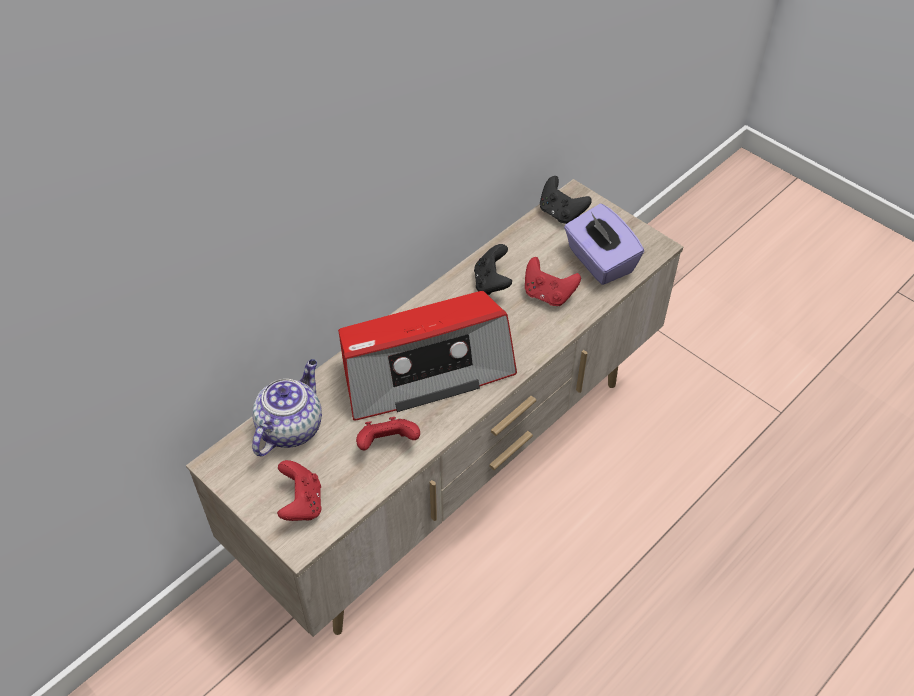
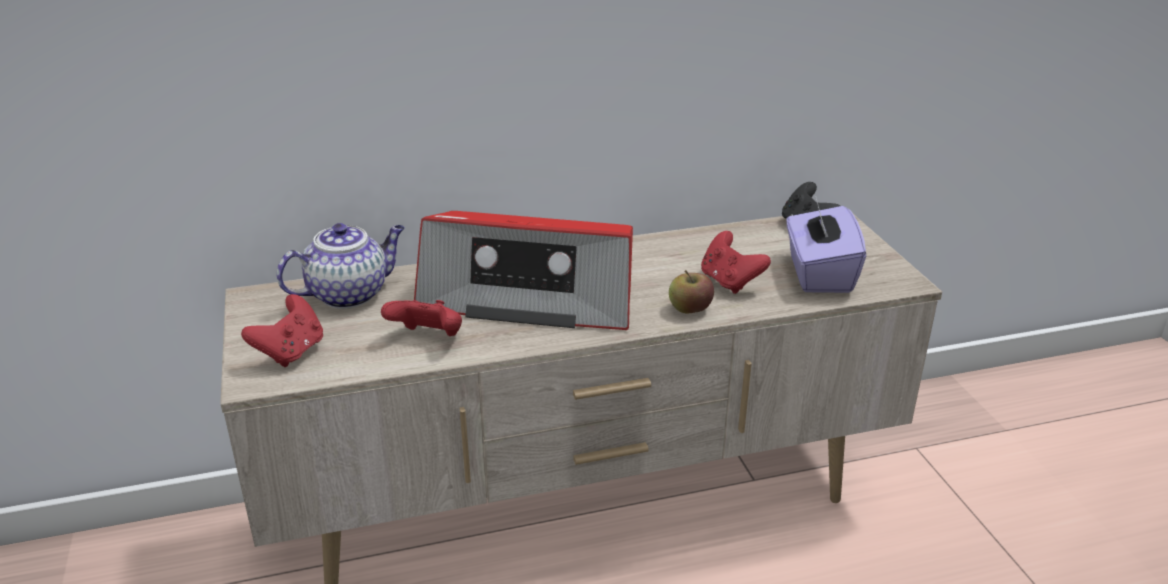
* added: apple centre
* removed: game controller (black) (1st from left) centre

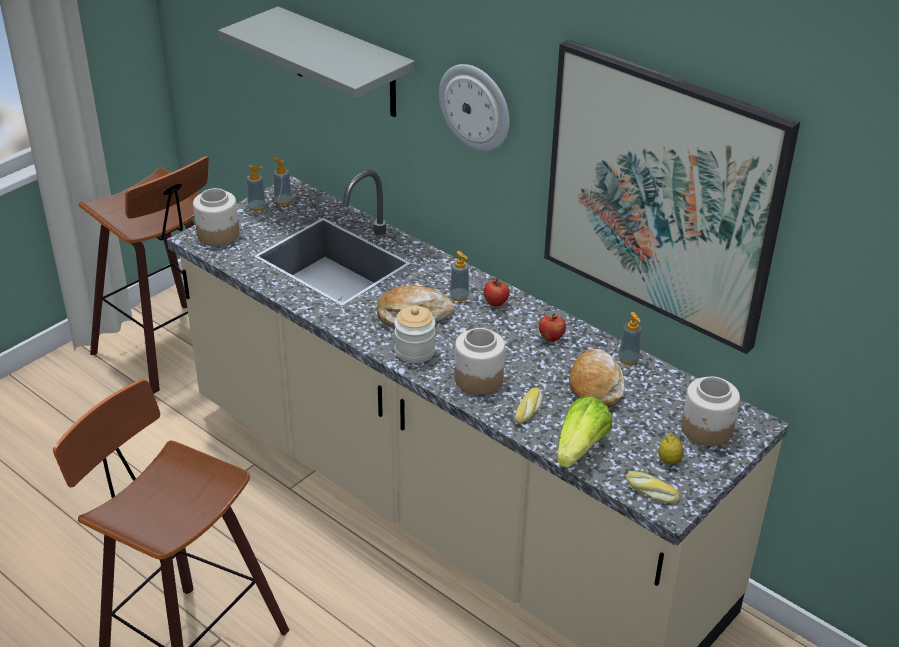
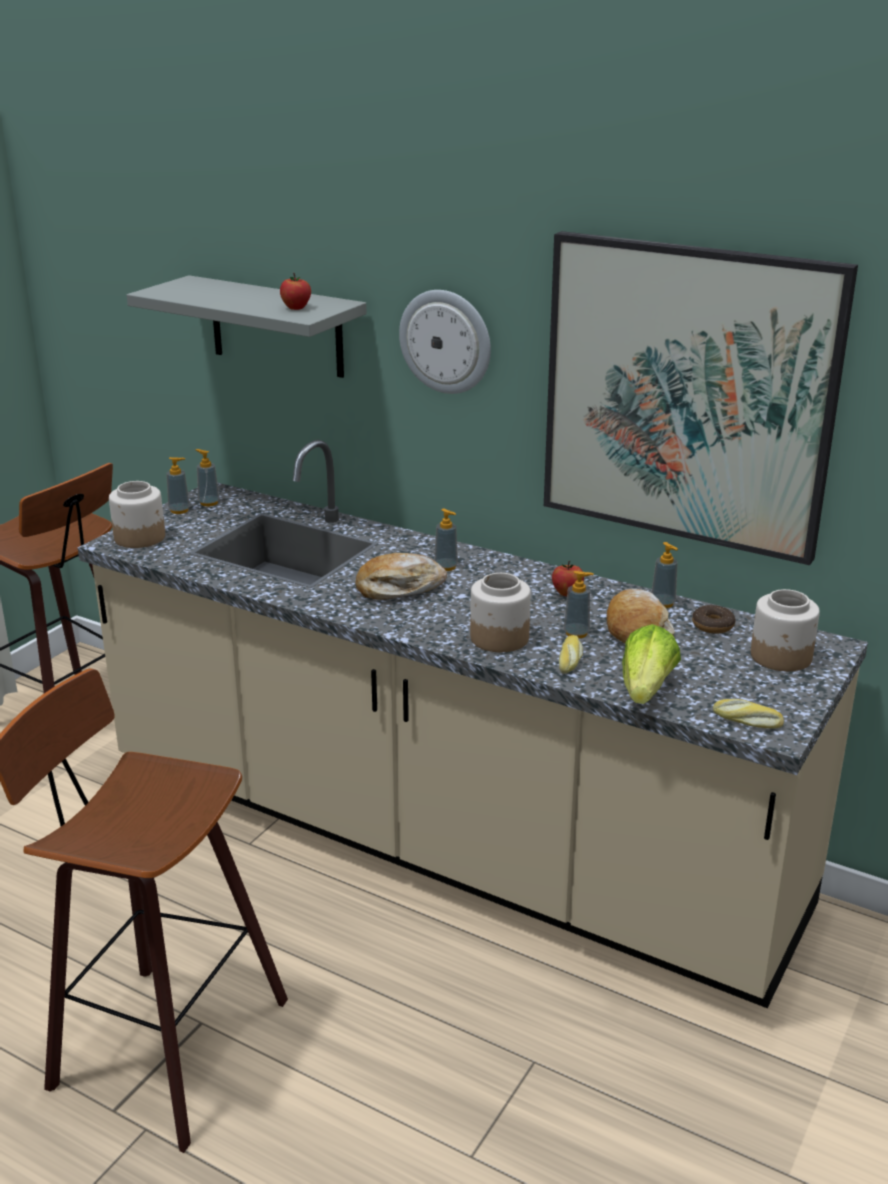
* moved: apple (1st from left) centre to top left
* added: soap dispenser (4th from left) centre
* added: donut middle right
* removed: jar (2nd from left) centre
* removed: lemon bottom right

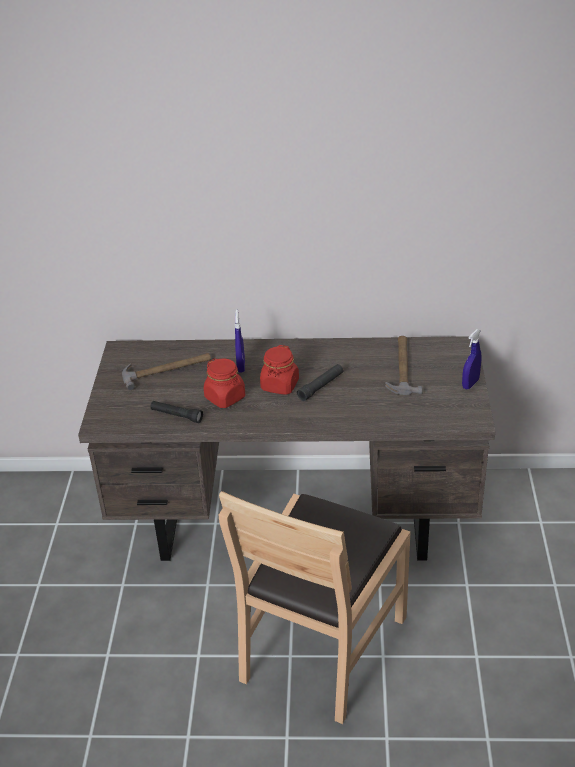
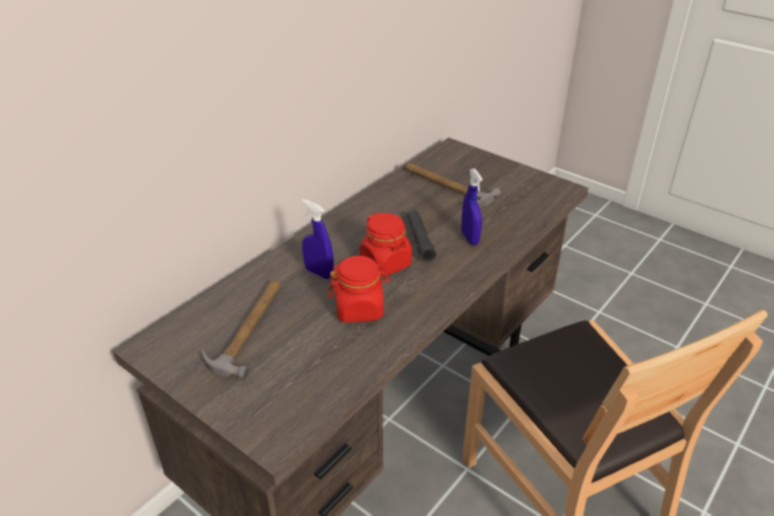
* moved: spray bottle (blue) (2nd from left) middle right to centre
* removed: flashlight (black) (1st from left) middle left

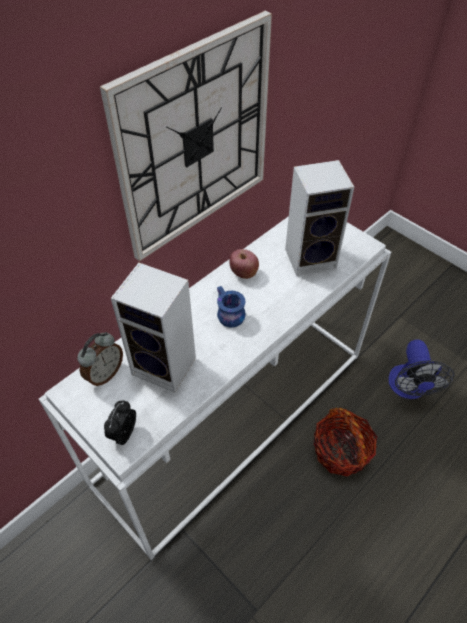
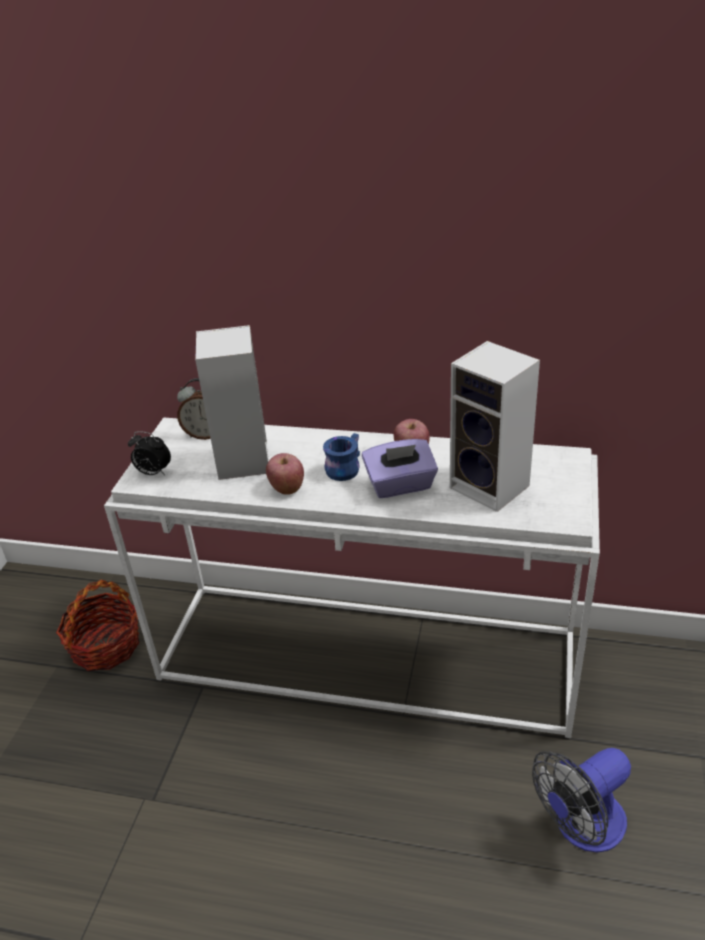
* moved: basket bottom right to middle left
* turned: alarm clock (2nd from left in the first image) bottom left = middle left 150 degrees counterclockwise
* added: apple (1st from left) centre
* added: tissue box (purple) centre
* removed: wall clock top centre

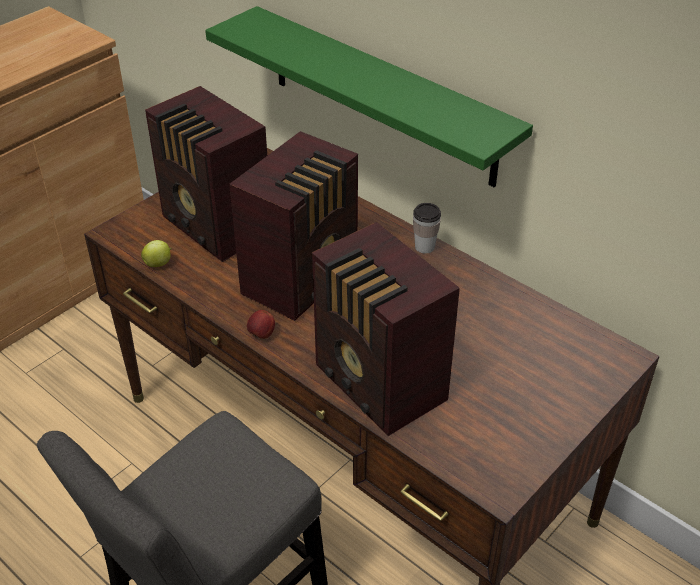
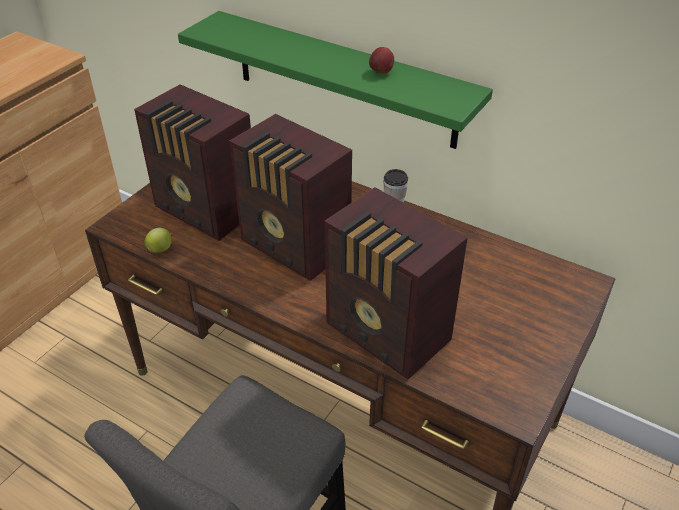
* turned: radio (2nd from left) centre = centre 105 degrees clockwise
* moved: apple (2nd from left) centre to top centre

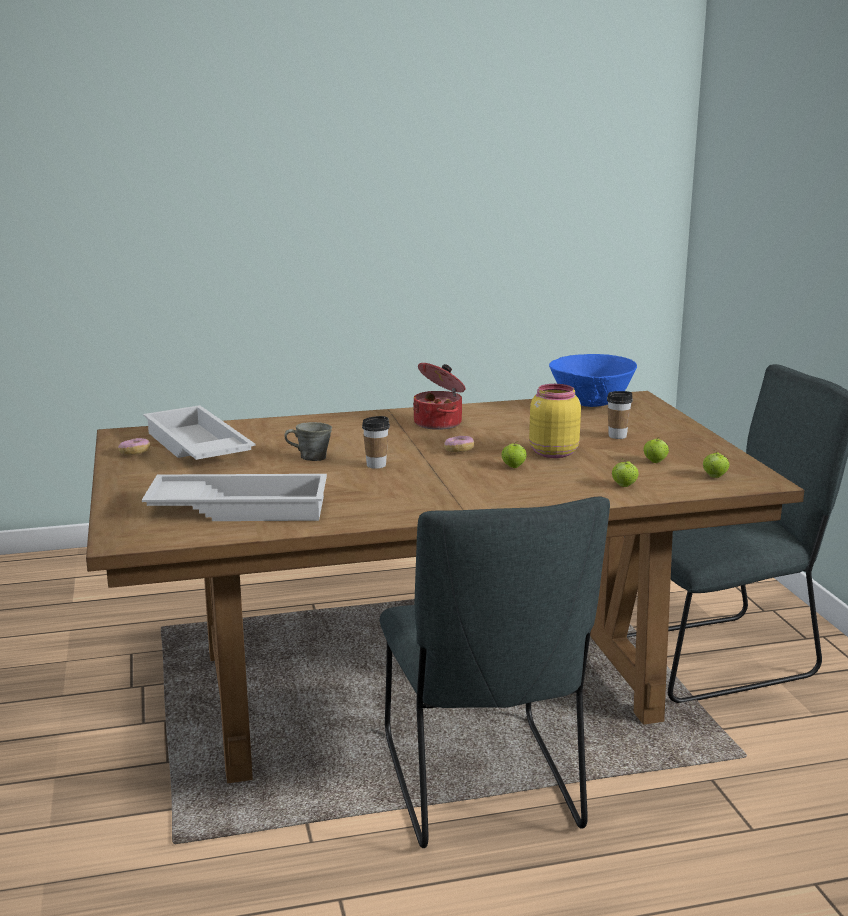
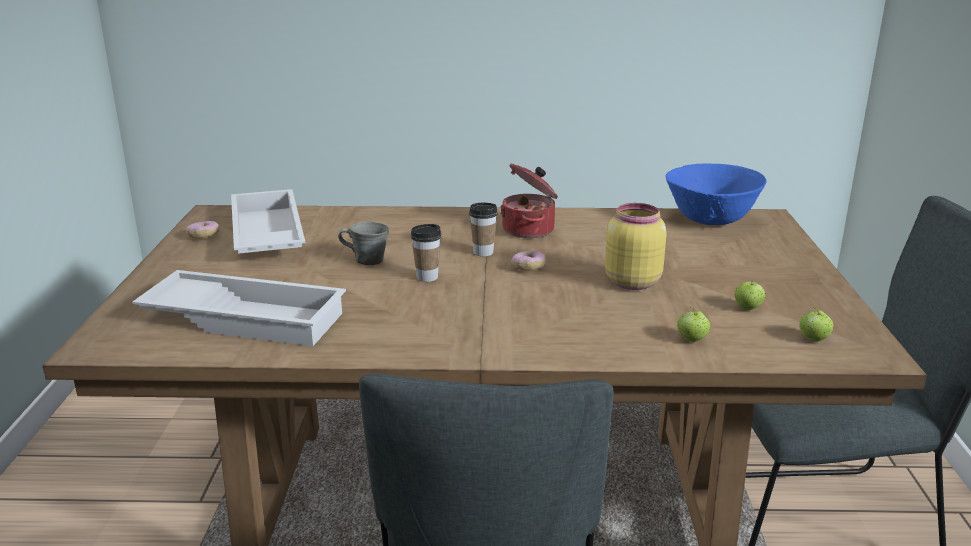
* moved: cup (2nd from left) middle right to centre
* removed: apple (1st from left) centre

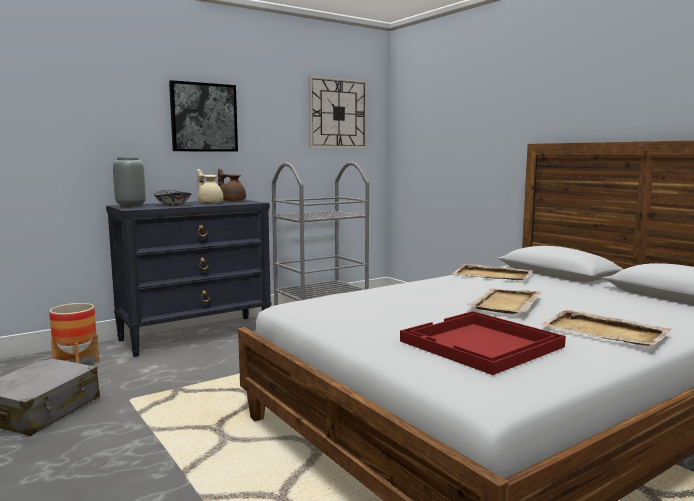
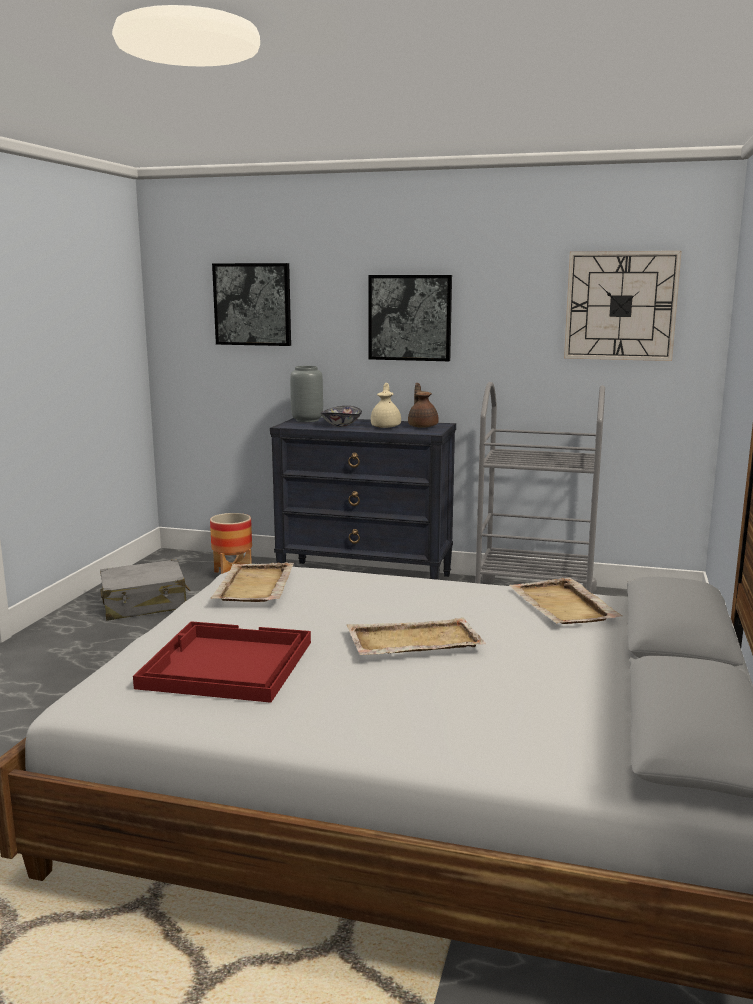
* moved: tray (beige) (3rd from left in the first image) middle right to tray (beige) (1st from left) centre
* added: picture (1st from left) top centre

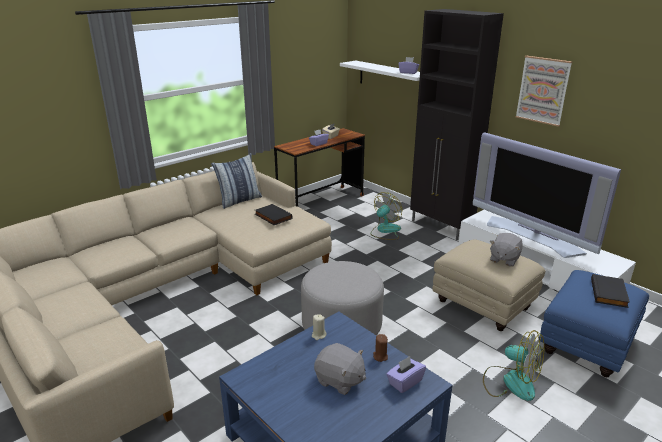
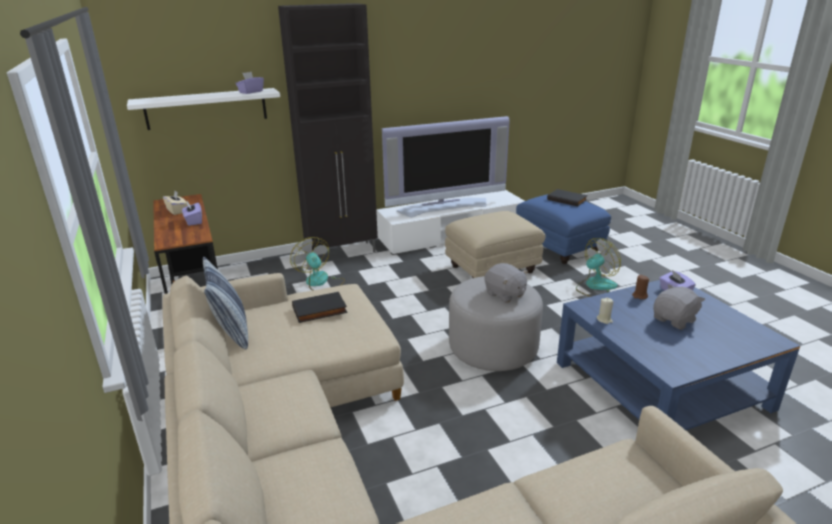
* moved: plush toy (grey) (2nd from left in the first image) middle right to plush toy (grey) (1st from left) centre
* removed: picture top right

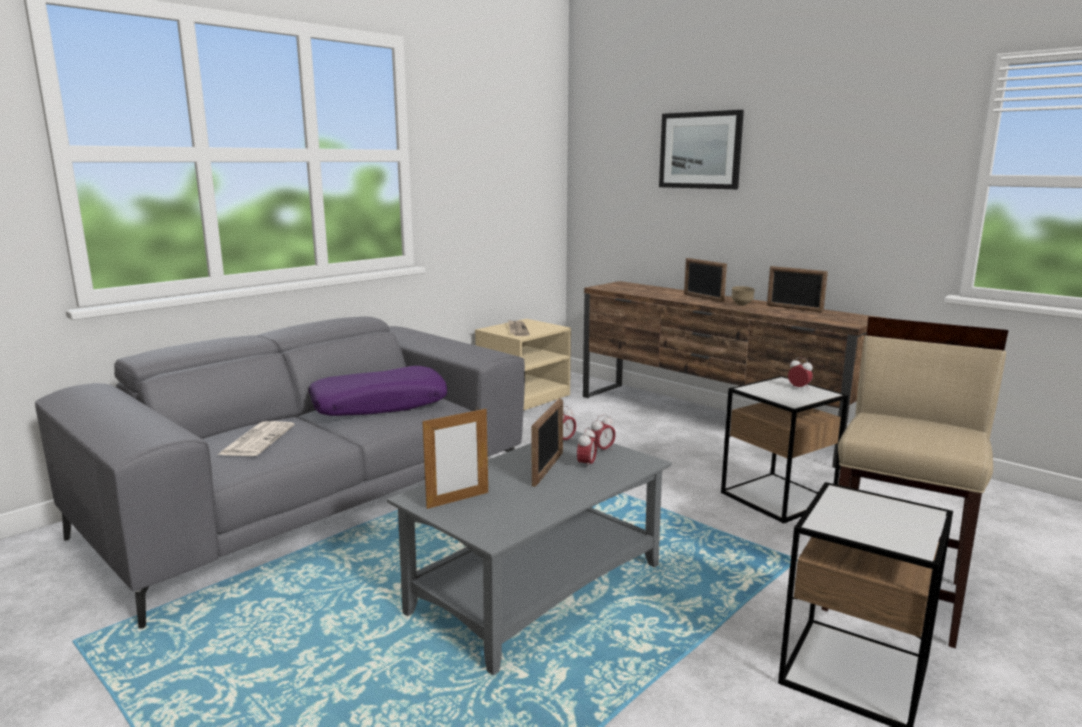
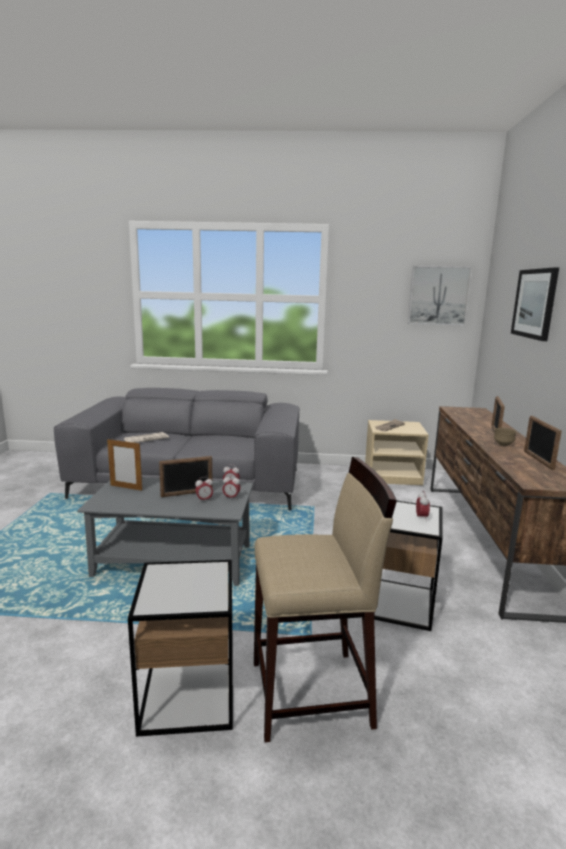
* added: picture (1st from left) middle right
* removed: pillow (purple) centre

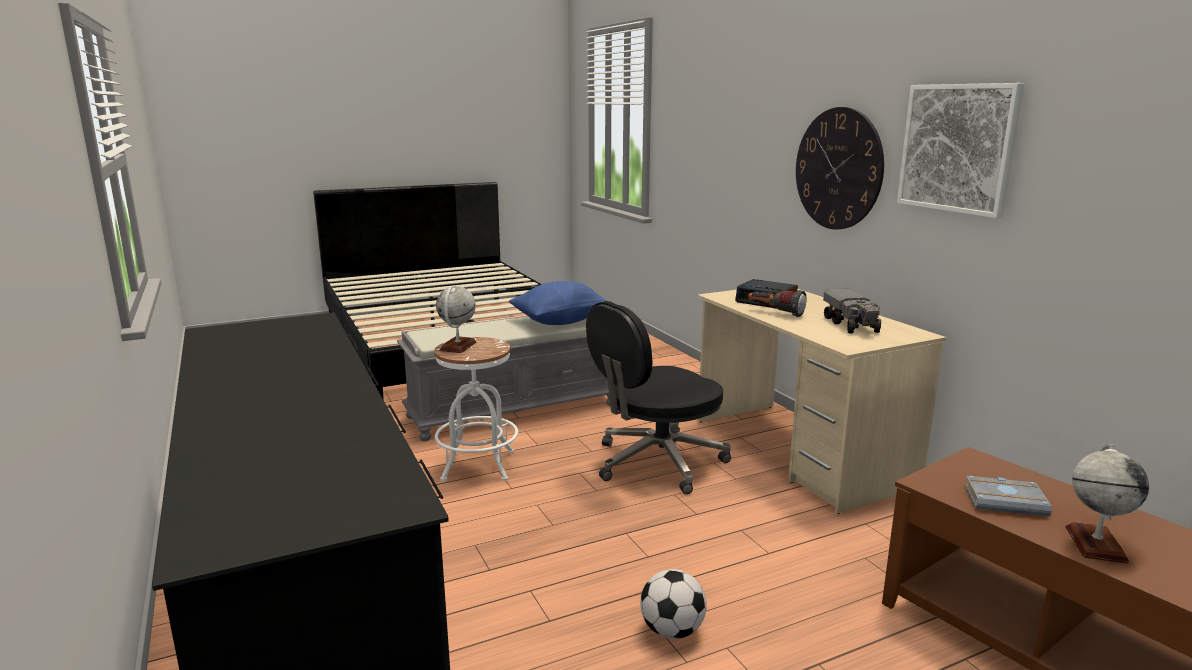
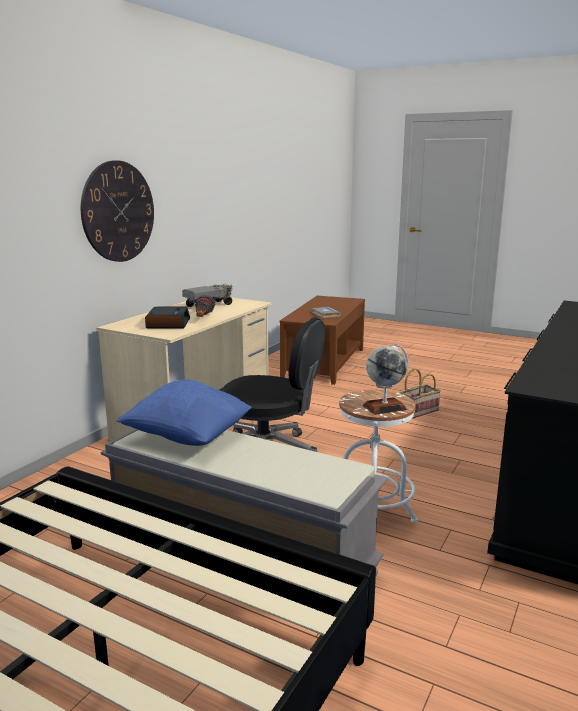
* replaced: football bottom centre to basket middle right
* removed: picture top right
* removed: globe (2nd from left) bottom right

